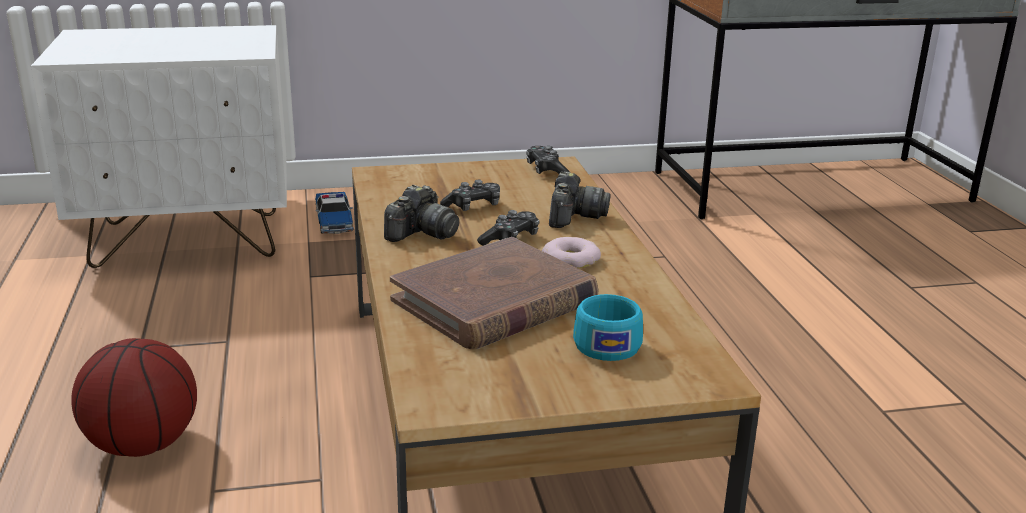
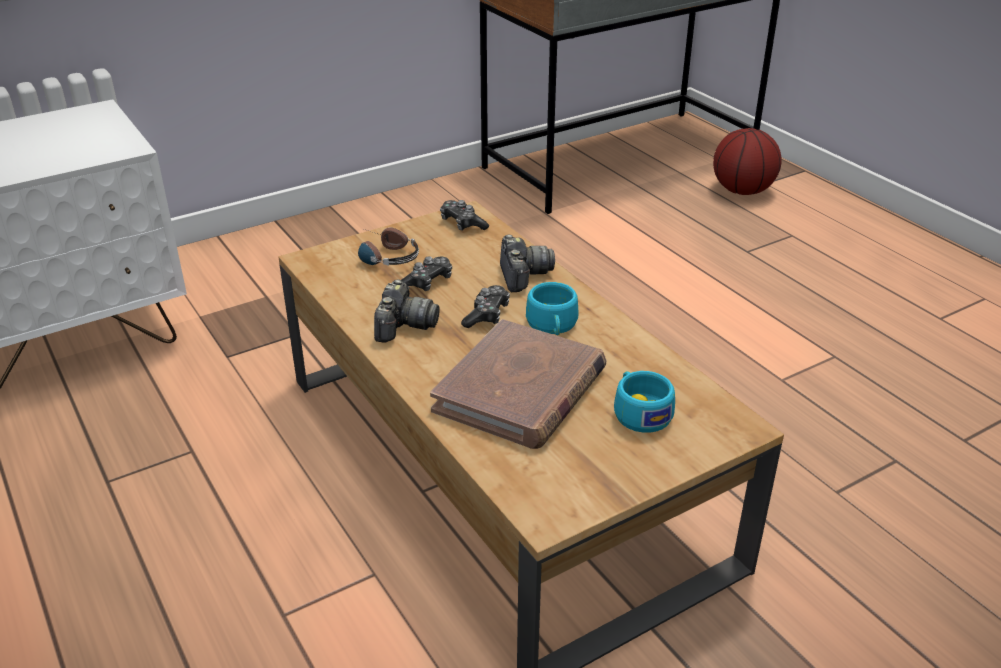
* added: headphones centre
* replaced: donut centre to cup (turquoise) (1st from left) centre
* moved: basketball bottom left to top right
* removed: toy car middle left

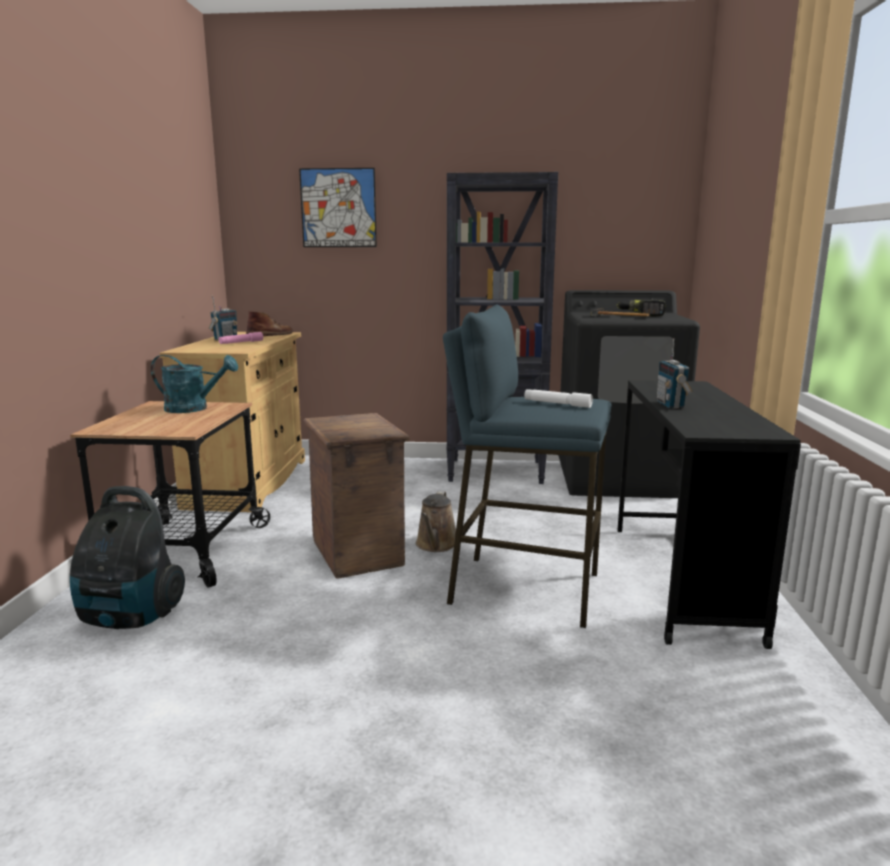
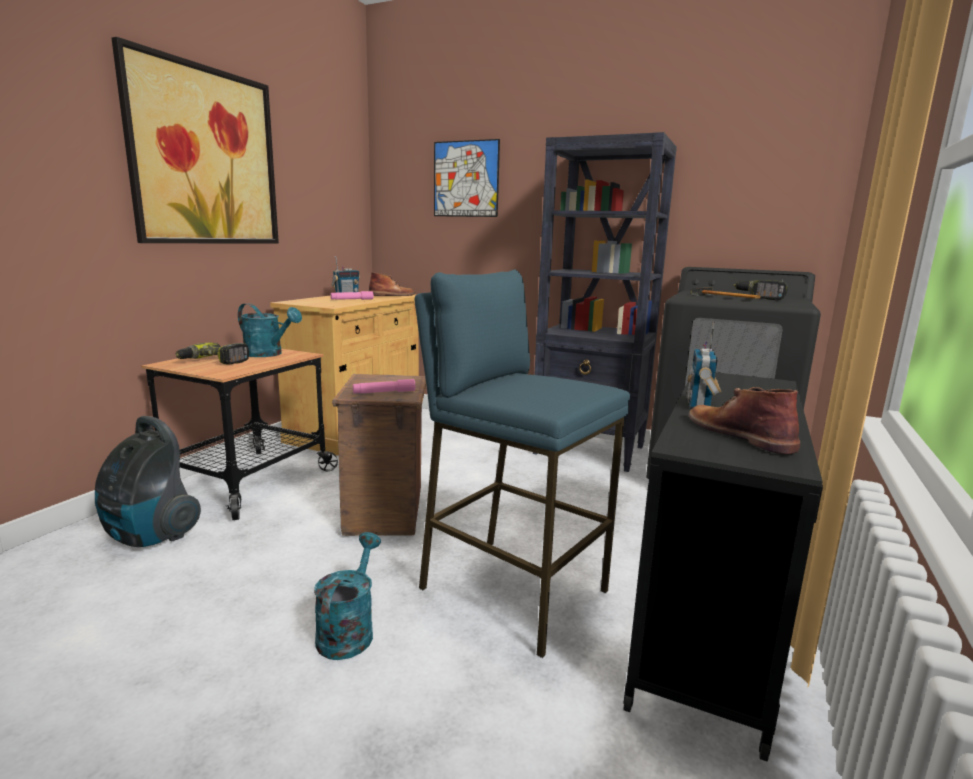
* added: picture (1st from left) top left
* added: power drill (1st from left) middle left
* added: watering can (turquoise) (2nd from left) bottom centre
* added: flashlight (pink) (2nd from left) centre
* added: boot (brown) (2nd from left) middle right
* removed: watering can (brown) centre
* removed: flashlight (white) centre

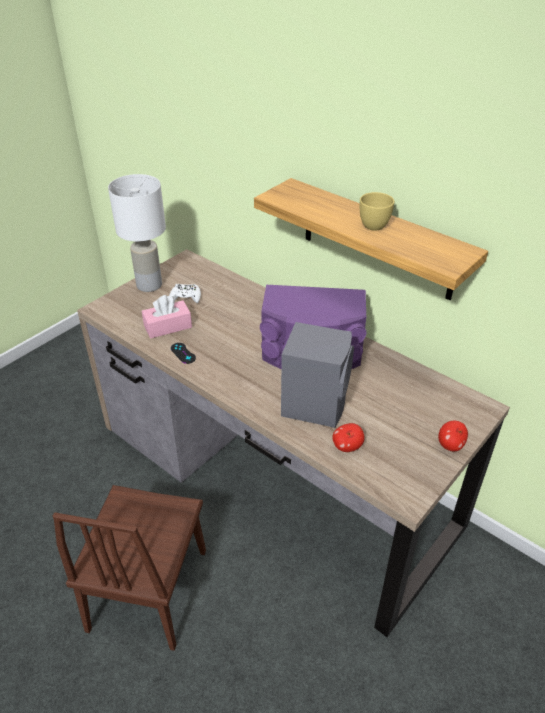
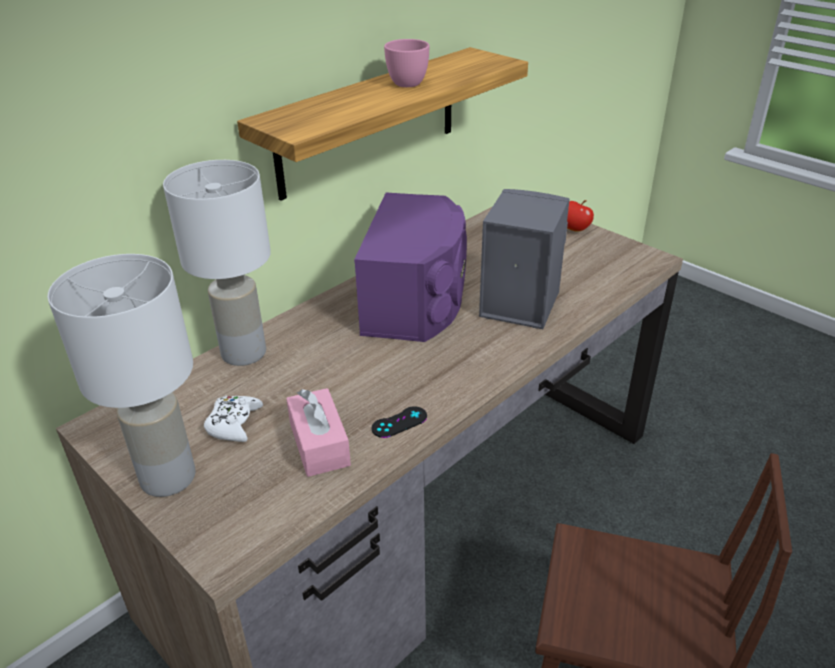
* added: table lamp (white) (2nd from left) middle left
* recoloured: cup (yellow) top right to cup (pink) top centre
* removed: apple (1st from left) centre

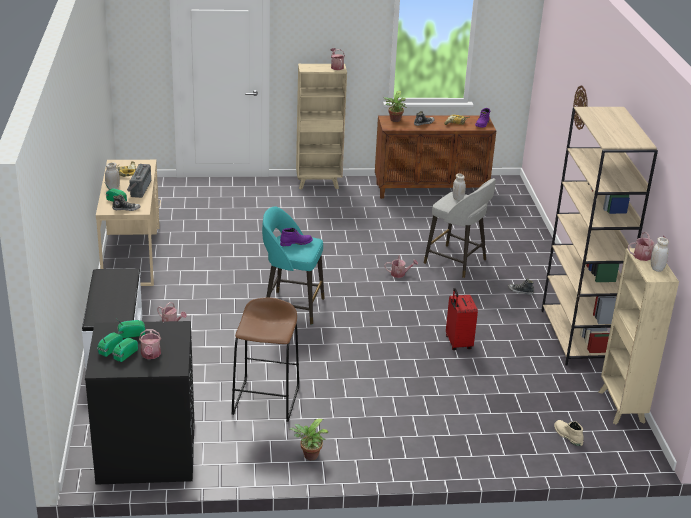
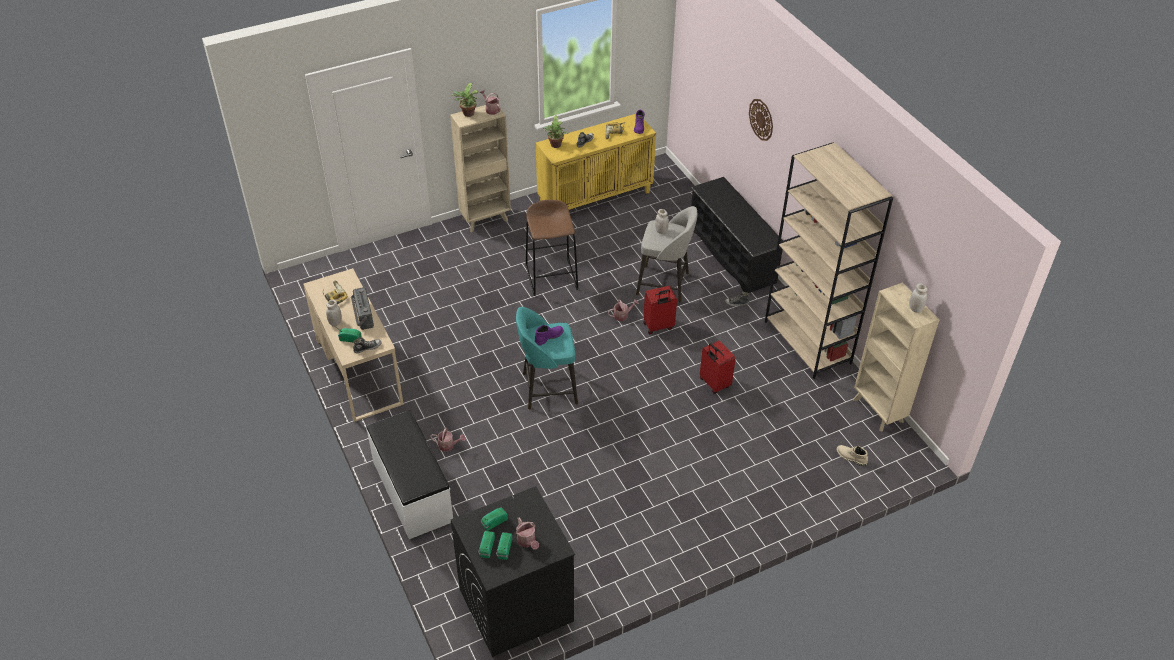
* moved: potted plant (1st from left) bottom centre to top centre
* moved: stool (brown) bottom centre to centre
* recoloured: cabinet (brown) top centre to cabinet (yellow) top centre
* added: suitcase (red) (1st from left) centre
* added: shoe rack (black) centre
* removed: watering can (5th from left) middle right

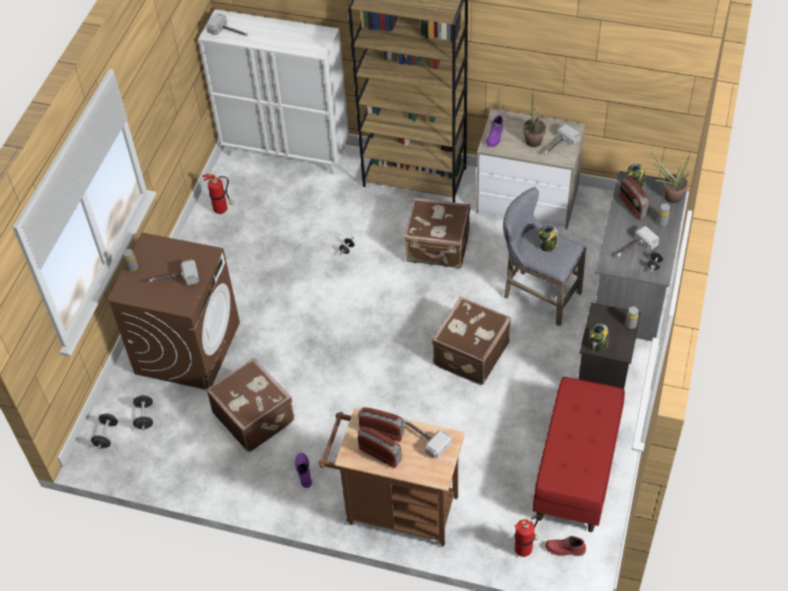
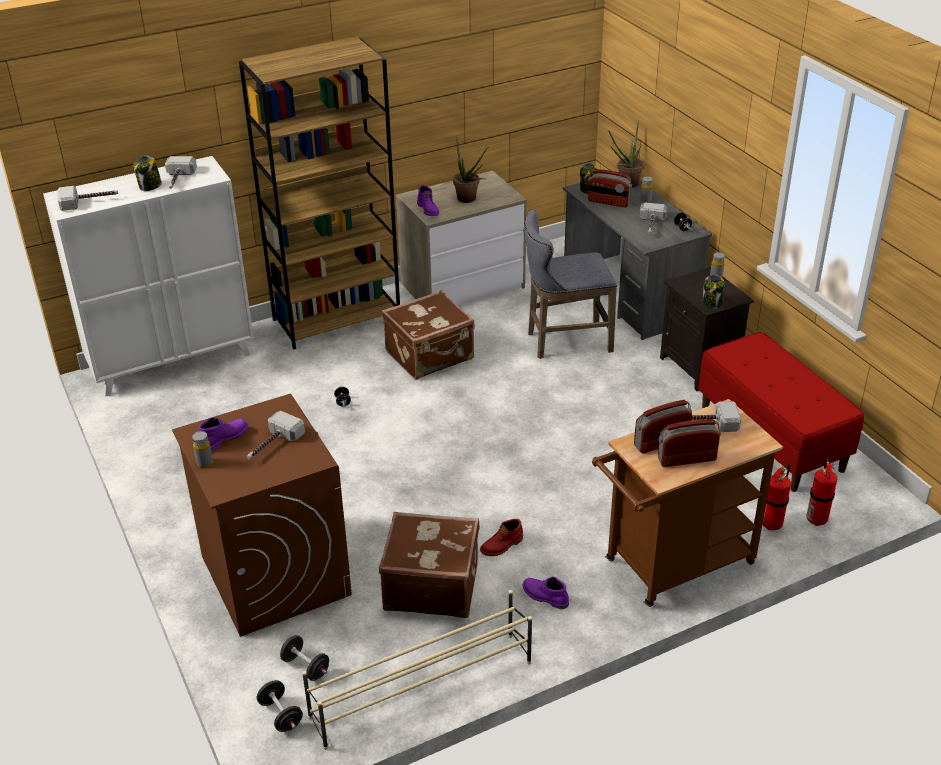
* moved: jar (1st from left) middle right to top left
* moved: hammer (4th from left in the first image) top right to hammer (2nd from left) top left
* added: boot (purple) (1st from left) middle left
* added: shoe rack (beige) bottom centre
* moved: boot (red) bottom right to bottom centre
* moved: fire extinguisher (1st from left) top left to middle right
* removed: suitcase (brown) (3rd from left) centre

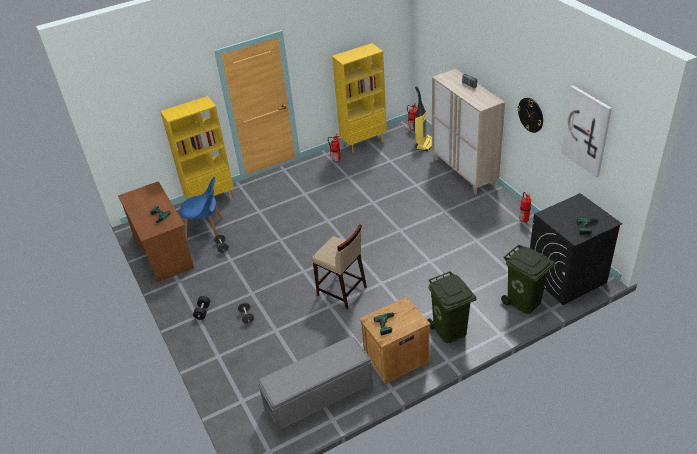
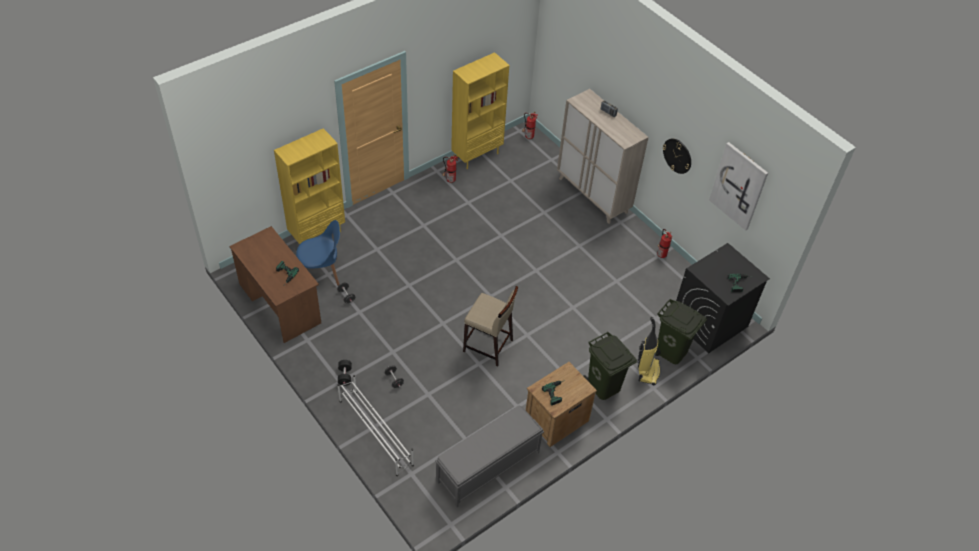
* added: shoe rack (white) bottom centre
* moved: vacuum cleaner top centre to centre

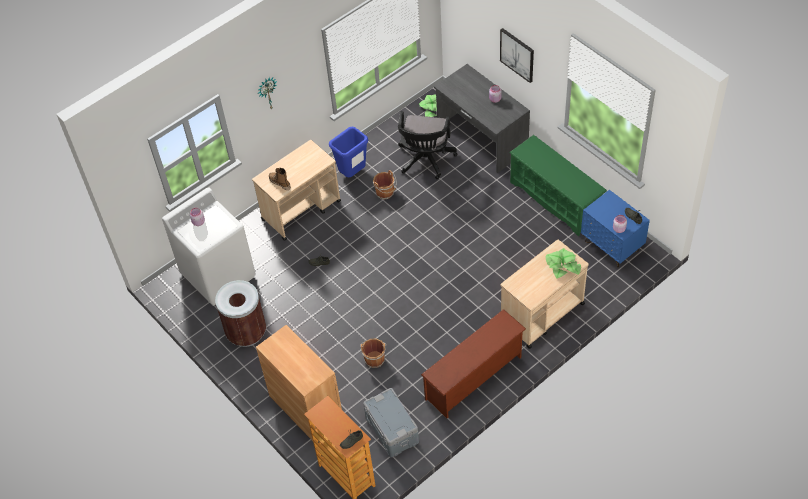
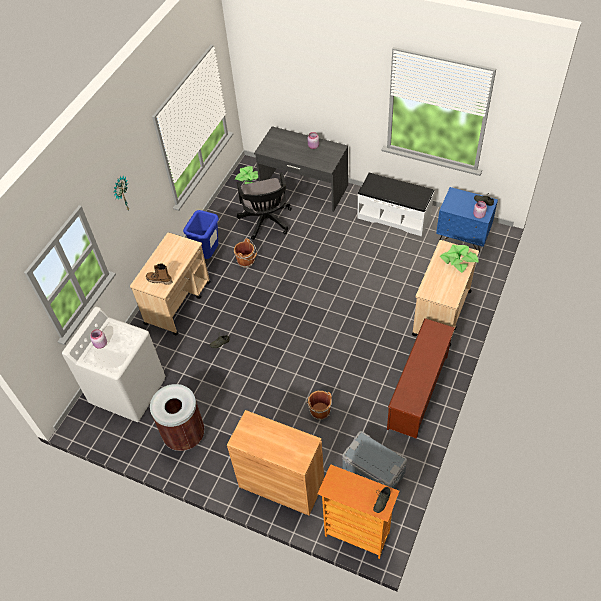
* replaced: shoe rack (green) middle right to bench (white) centre
* removed: picture top centre

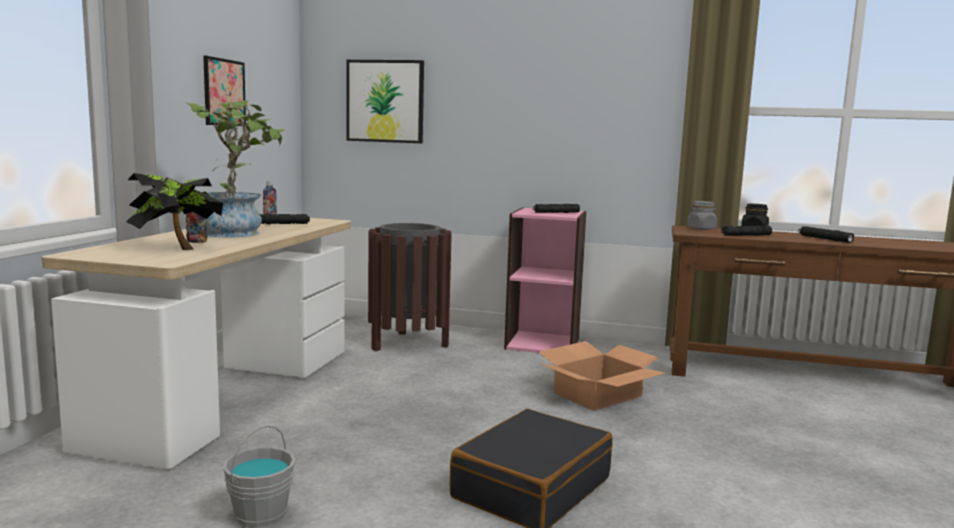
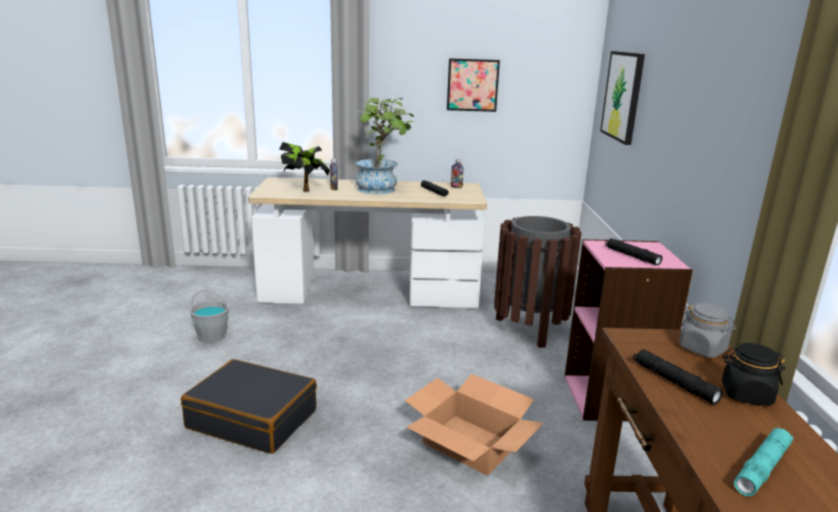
* recoloured: flashlight (black) (4th from left) middle right to flashlight (turquoise) bottom right

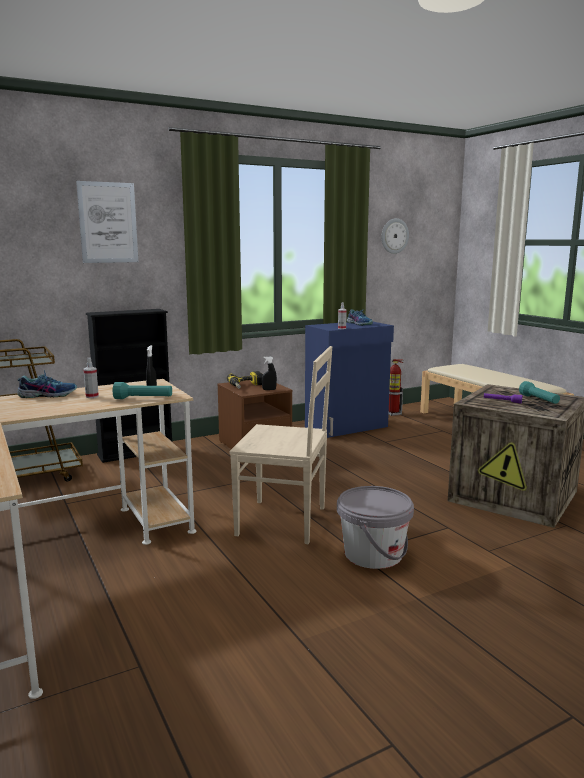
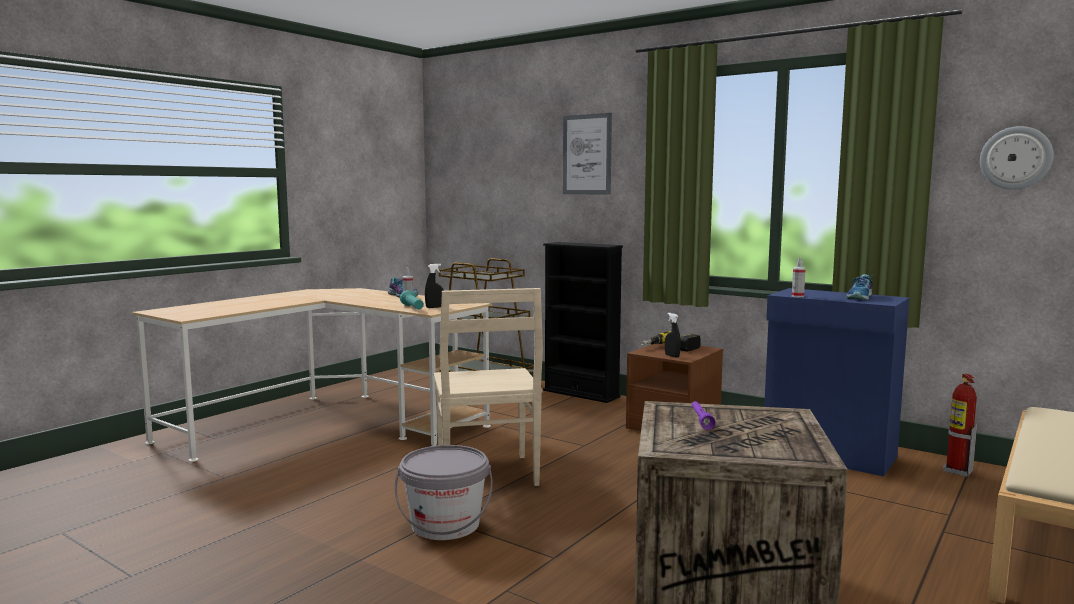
* removed: flashlight (turquoise) (2nd from left) middle right

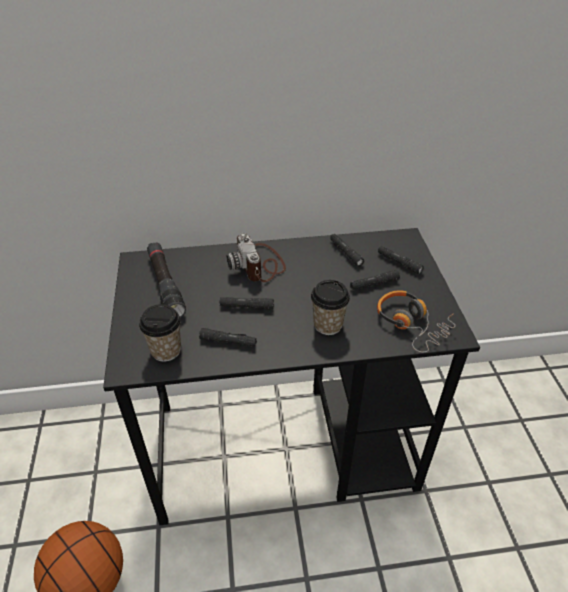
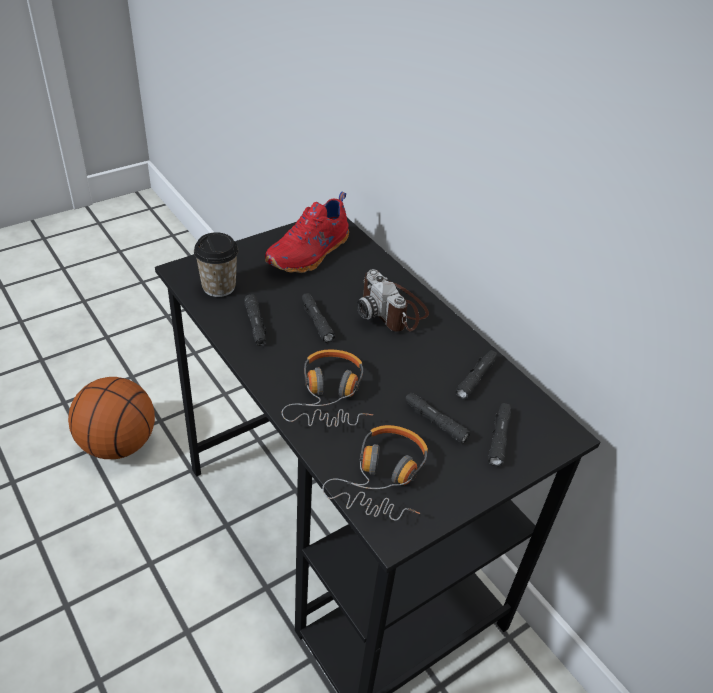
* replaced: flashlight (black) (1st from left) middle left to shoe (red) centre
* replaced: cup (2nd from left) centre to headphones (1st from left) centre
* turned: photo camera centre = centre 75 degrees counterclockwise

